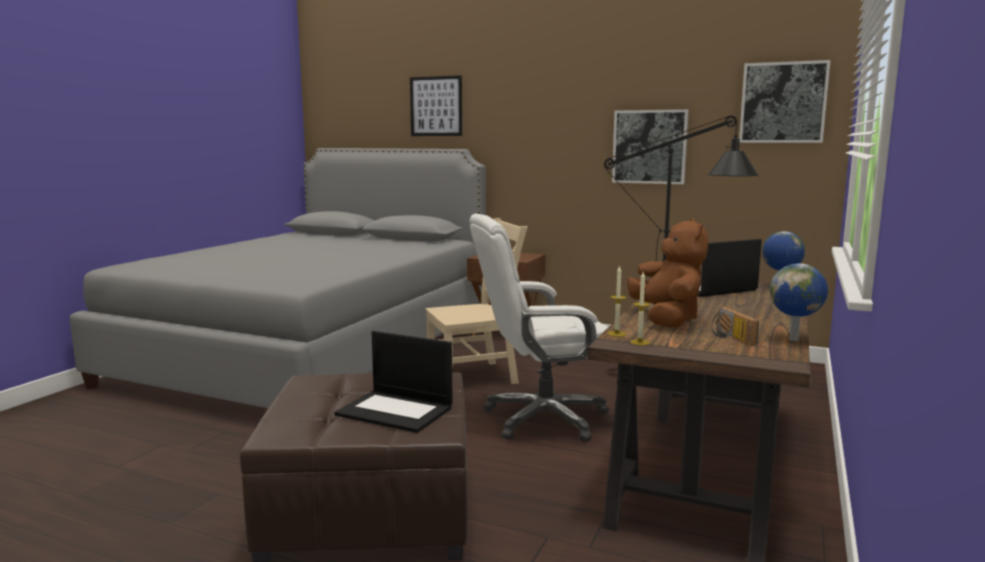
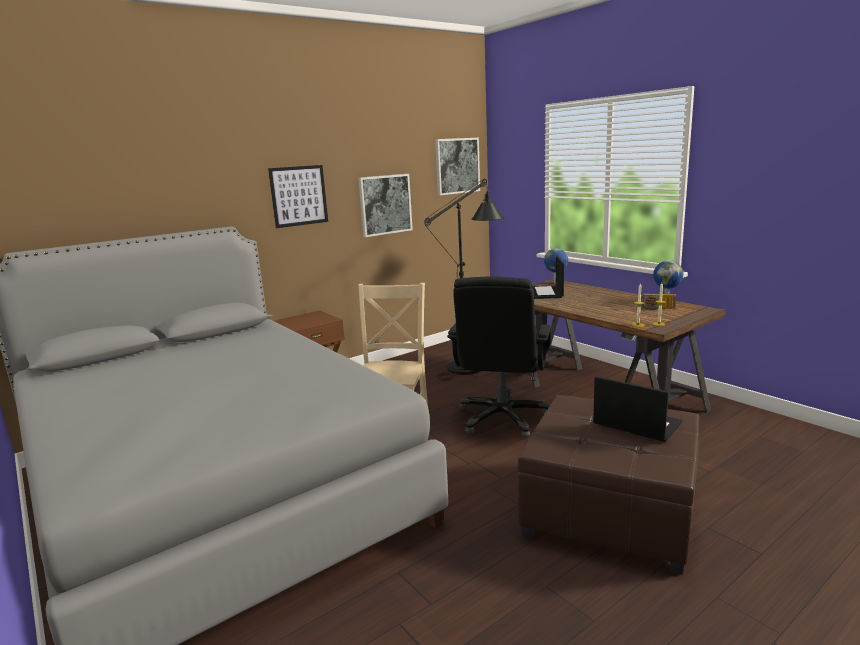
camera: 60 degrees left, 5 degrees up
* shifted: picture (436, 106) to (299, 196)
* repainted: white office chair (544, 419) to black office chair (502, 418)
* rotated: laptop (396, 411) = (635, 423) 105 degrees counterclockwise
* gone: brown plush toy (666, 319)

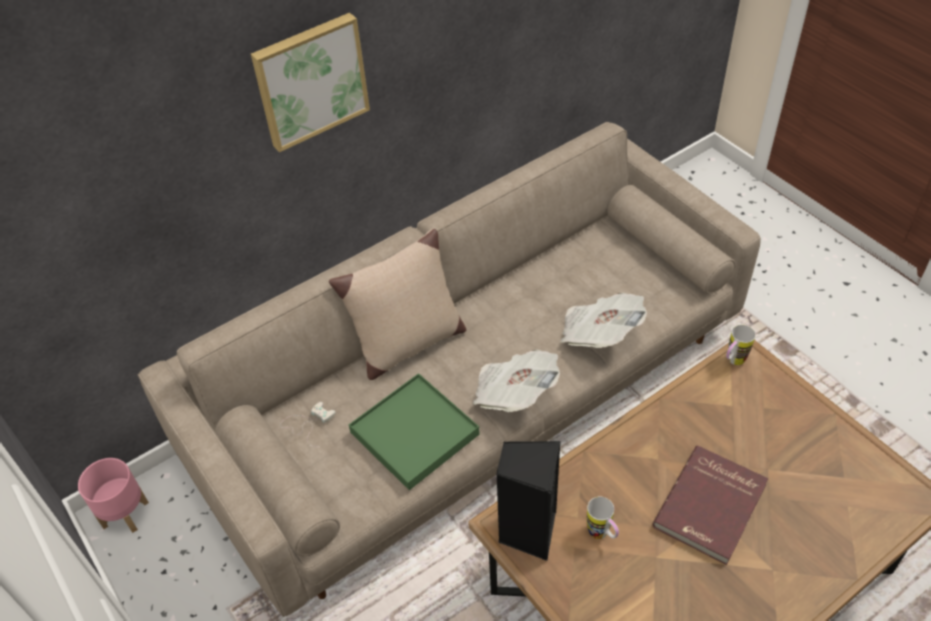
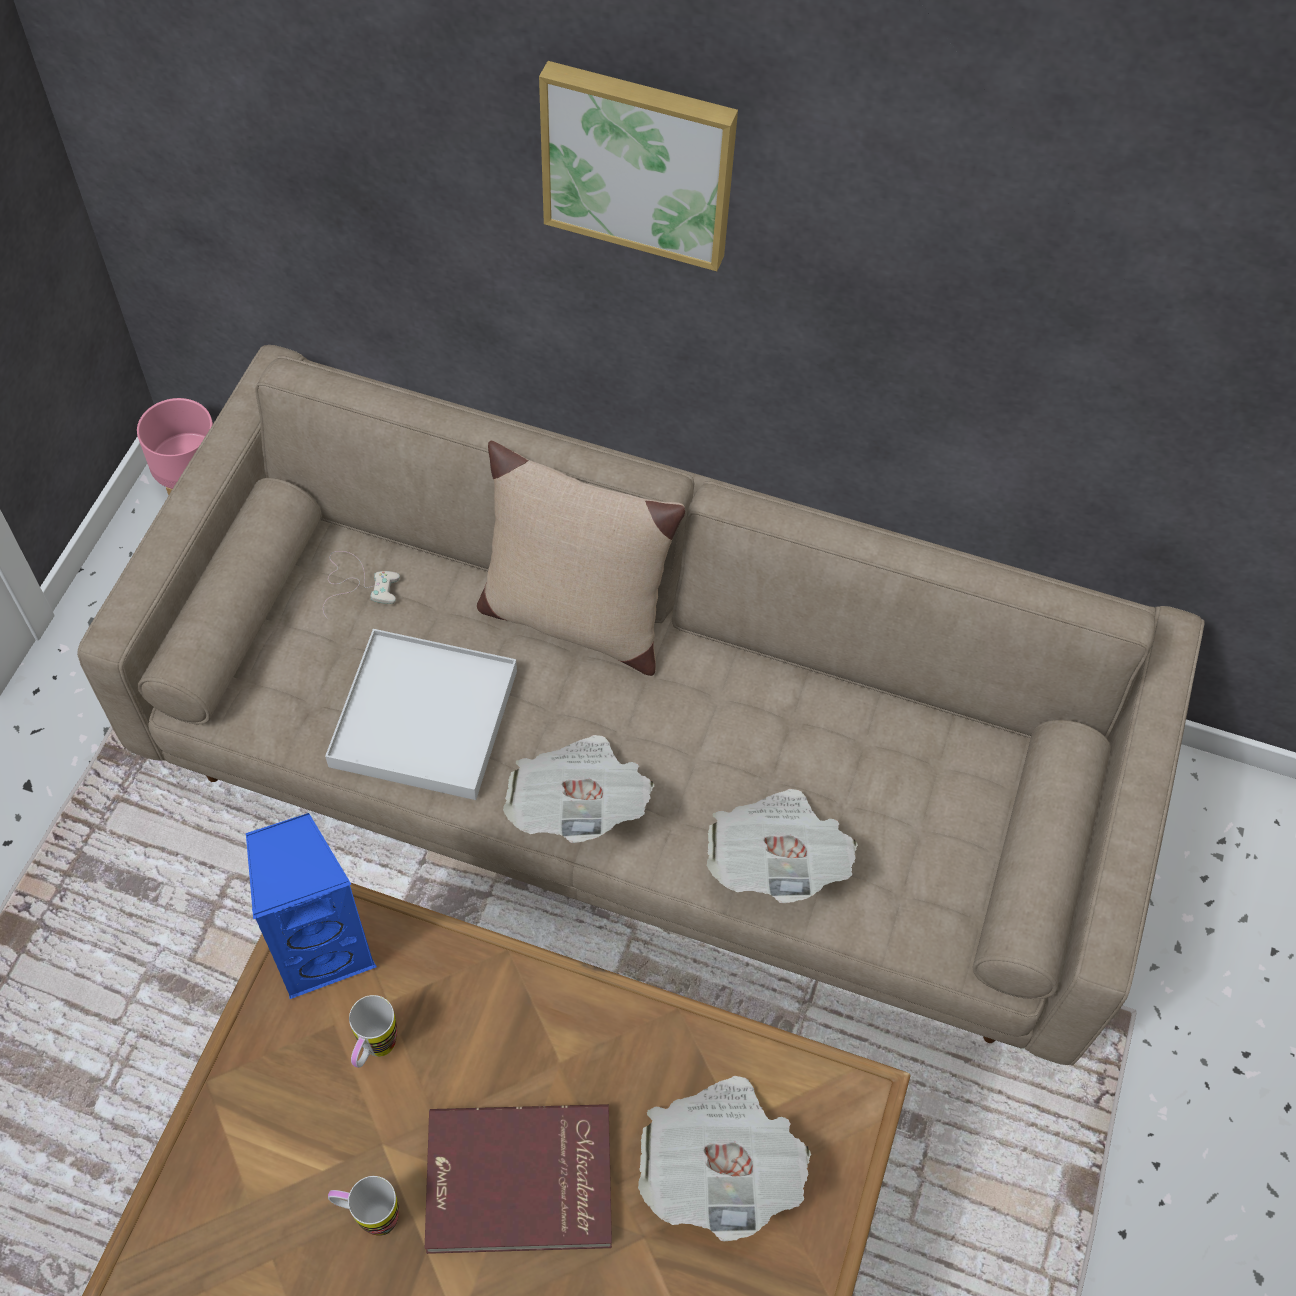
camera: 50 degrees right, 10 degrees up
* repainted: black speaker (527, 531) to blue speaker (323, 948)
* repainted: green tray (415, 433) to white tray (424, 719)
* shifted: mug (733, 362) to (369, 1216)
* new: newspaper (719, 1165)

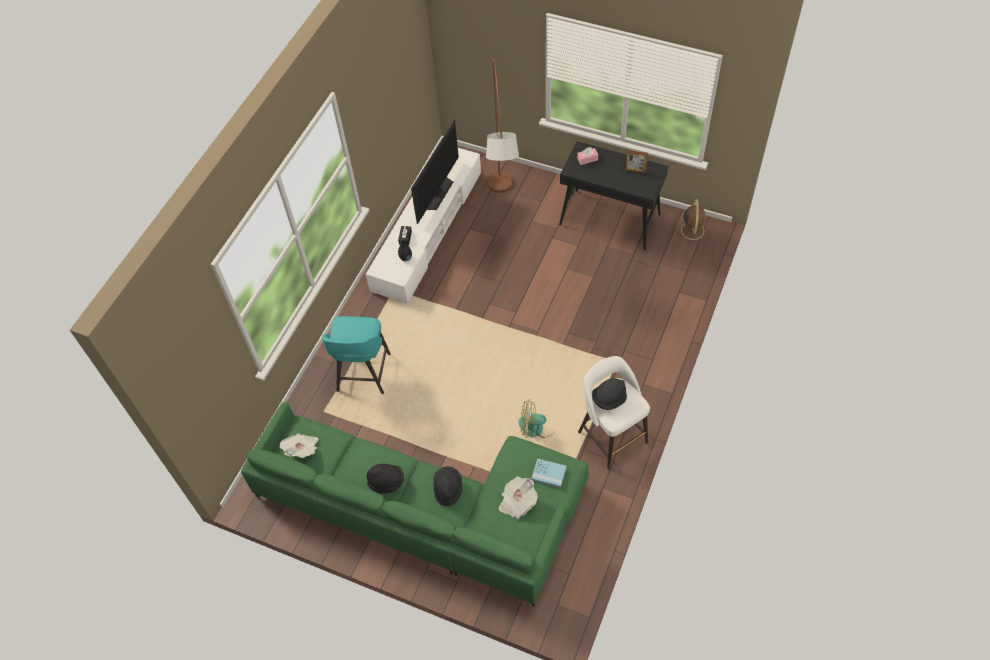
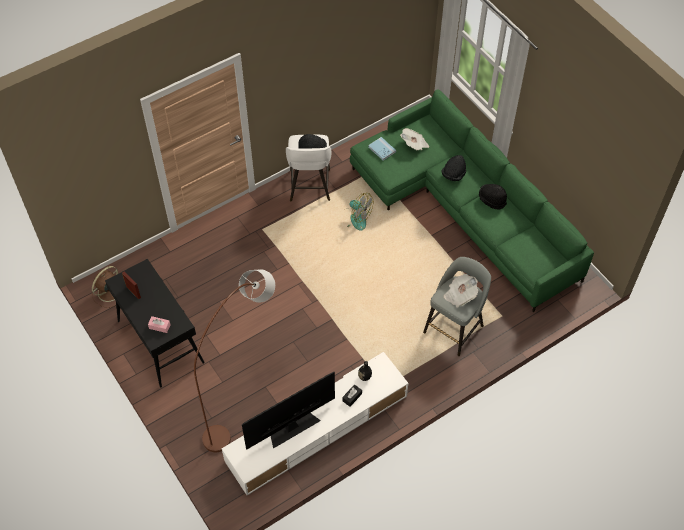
camera: 150 degrees left, 0 degrees up
* repainted: turquoise stool (363, 374) to grey stool (454, 328)
* shifted: newspaper (302, 449) to (460, 295)

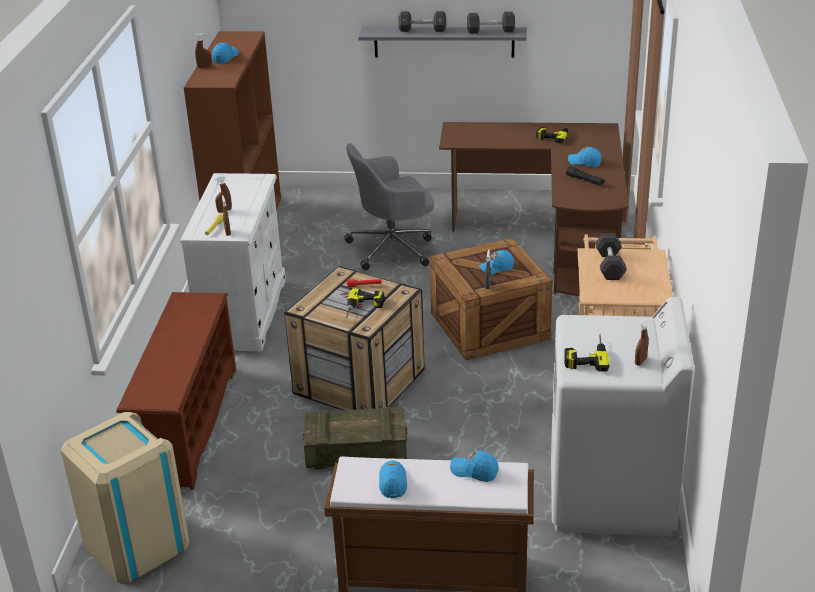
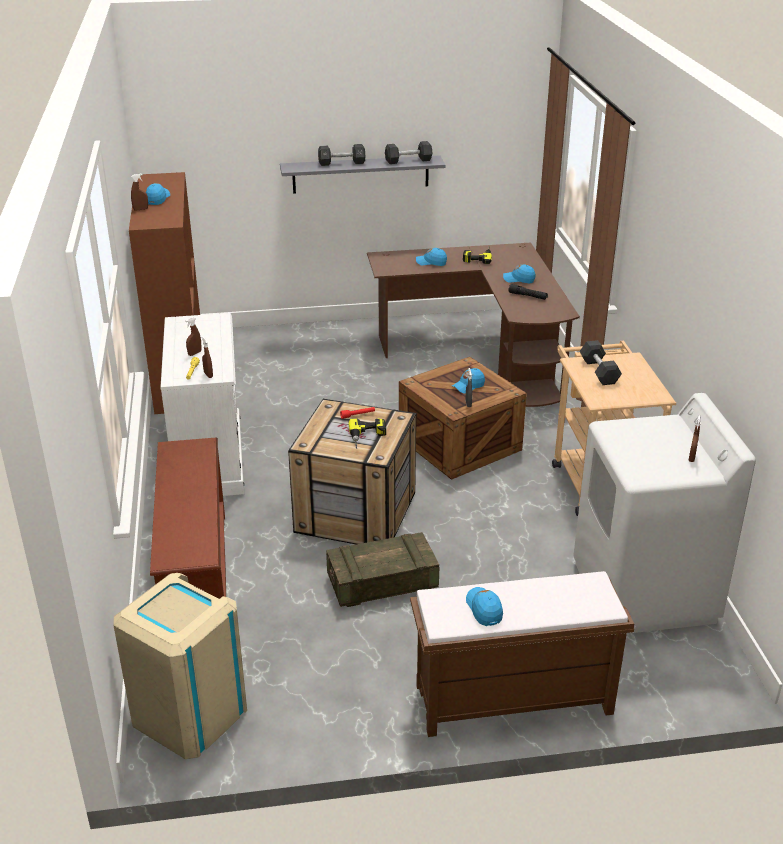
camera: 15 degrees left, 0 degrees up
* shifted: blue cap (474, 471) to (431, 262)
* gone: grey office chair (393, 248)
* gone: power drill (586, 355)

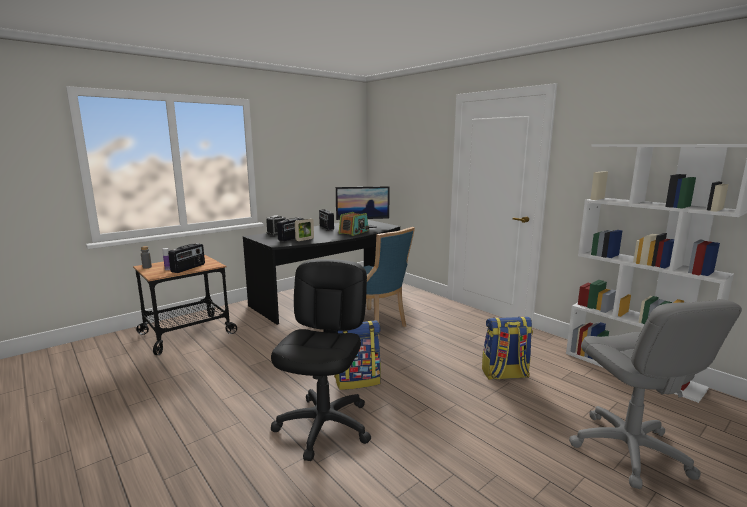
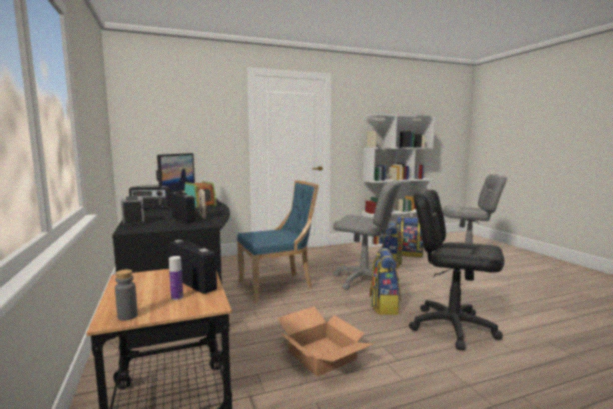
camera: 70 degrees left, 5 degrees down
* new: cardboard box (320, 355)
* new: grey office chair (364, 280)
* new: backpack (409, 254)

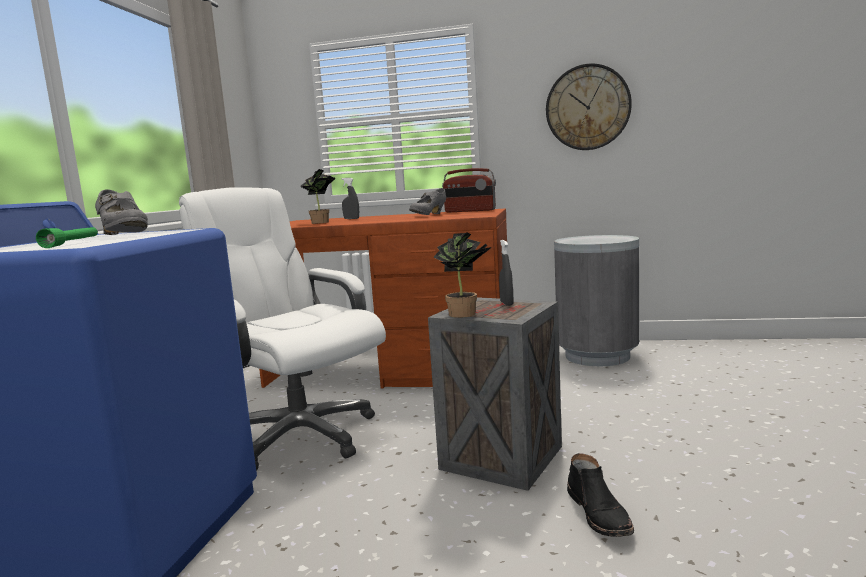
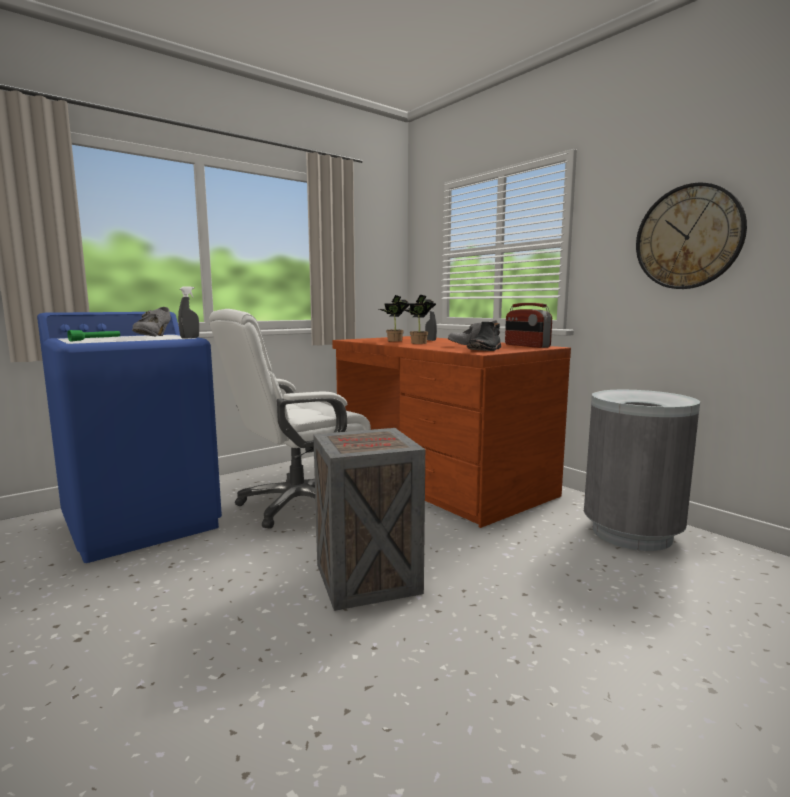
camera: 40 degrees right, 0 degrees up
* shifted: grey spray bottle (506, 303) to (190, 338)
* rotated: white office chair (299, 435) = (296, 504) 120 degrees counterclockwise
* shifted: potted plant (465, 314) to (419, 343)
* shifted: black boot (600, 514) to (485, 349)

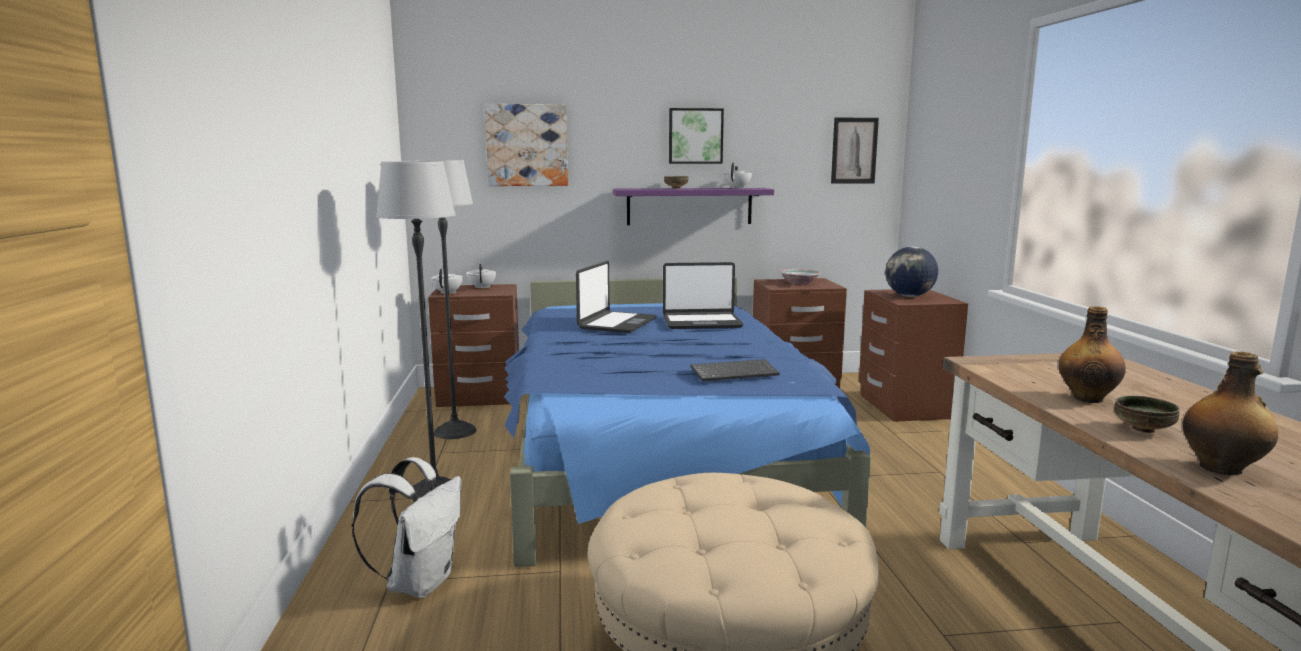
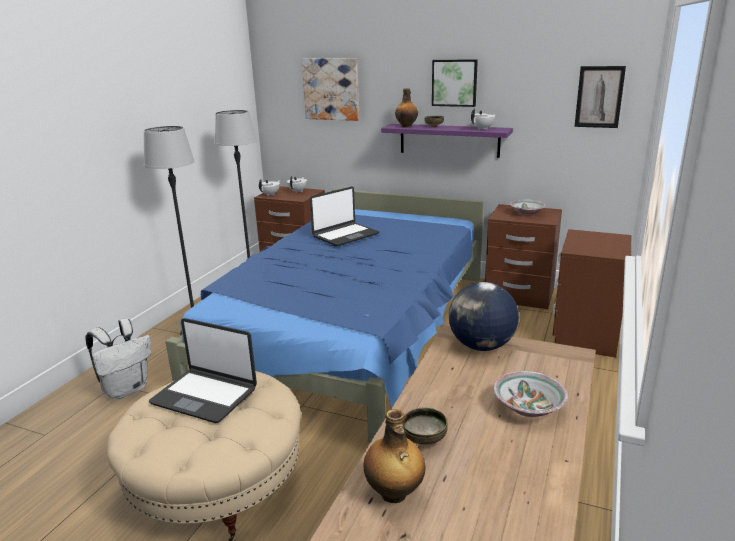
camera: 30 degrees right, 10 degrees up
* shifted: laptop (701, 322) to (205, 395)
* shifted: bottle (1088, 398) to (406, 126)
* shifted: globe (909, 296) to (481, 346)
* new: bowl (528, 408)
* gone: keyboard (735, 372)

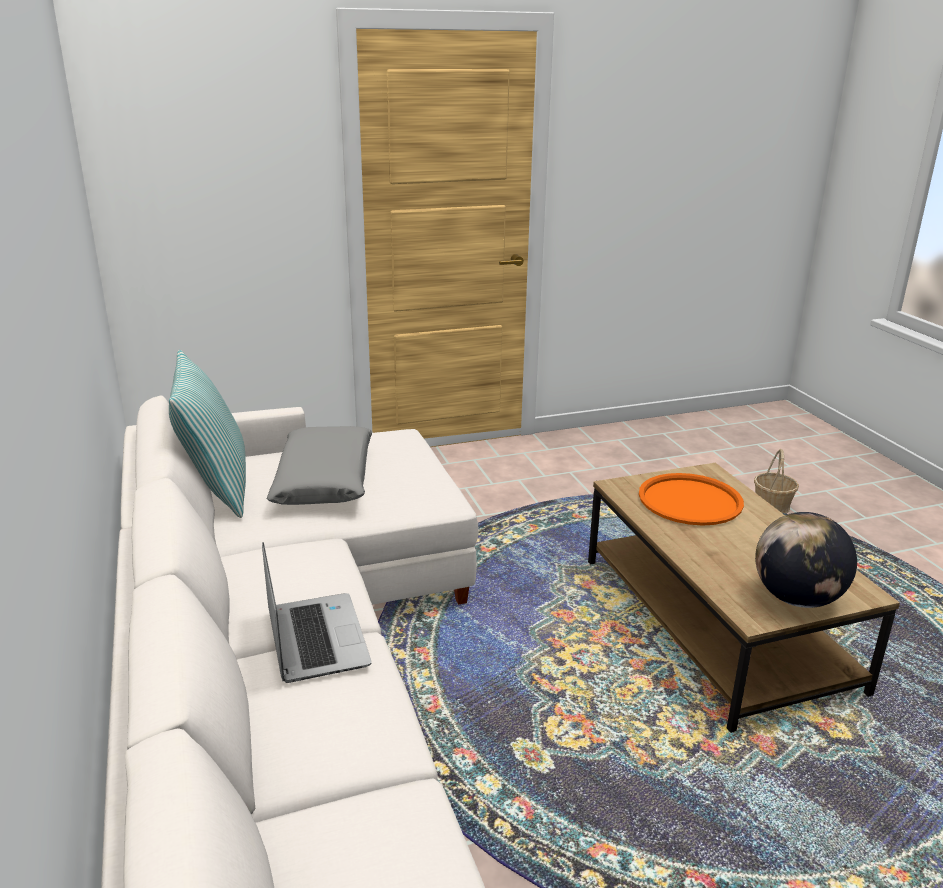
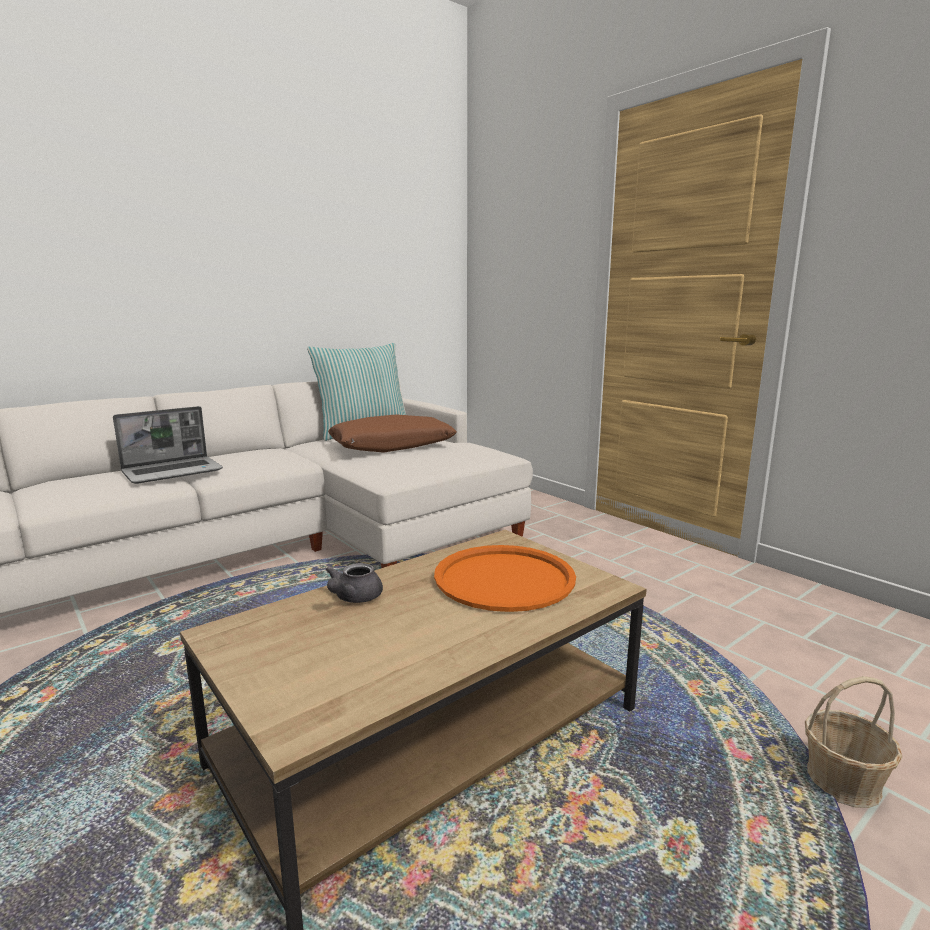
camera: 70 degrees right, 10 degrees down
* new: grey teapot (353, 598)
* repainted: grey pillow (325, 479) to brown pillow (392, 446)
* gone: globe (796, 598)

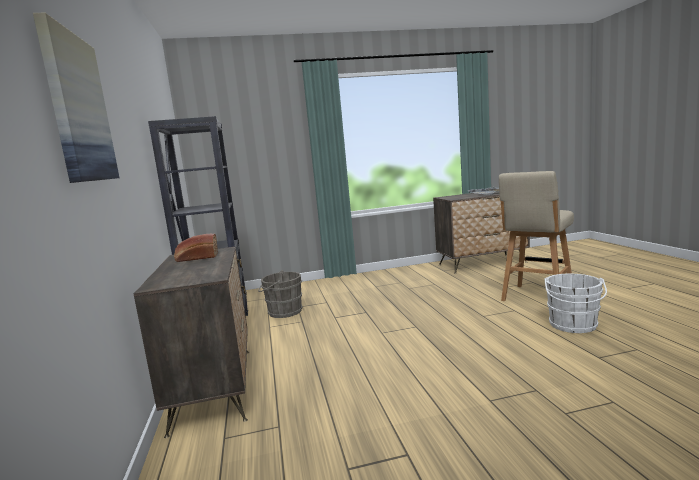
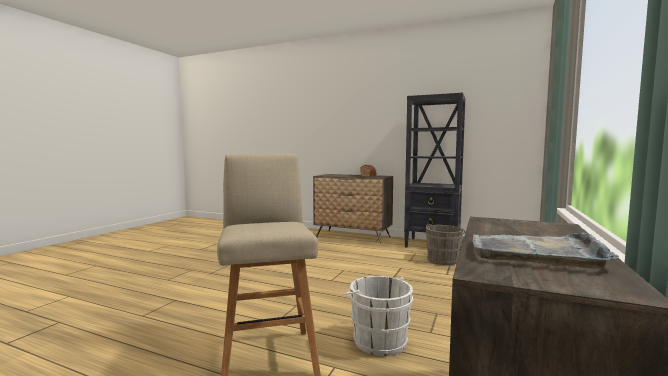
camera: 125 degrees right, 5 degrees down
* shifted: white bucket (573, 326) to (377, 339)
* gone: picture (78, 109)

